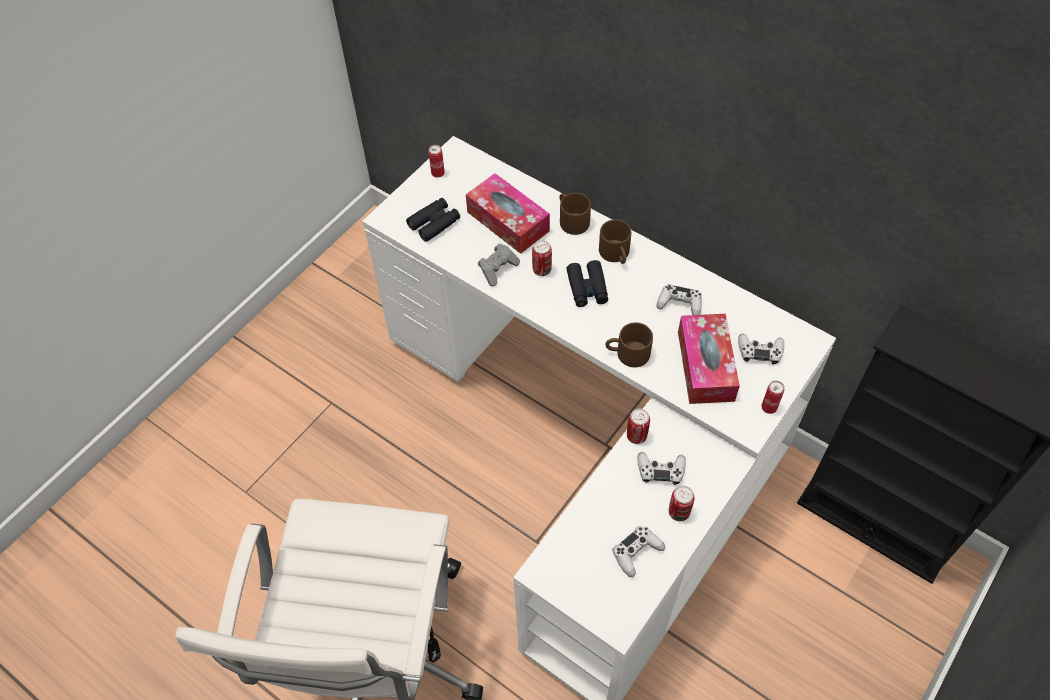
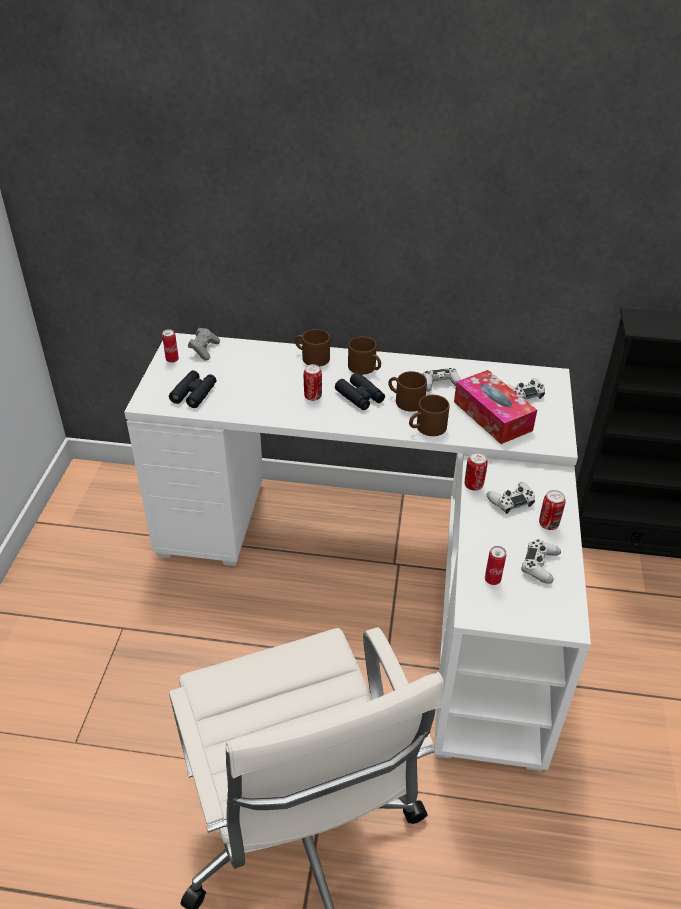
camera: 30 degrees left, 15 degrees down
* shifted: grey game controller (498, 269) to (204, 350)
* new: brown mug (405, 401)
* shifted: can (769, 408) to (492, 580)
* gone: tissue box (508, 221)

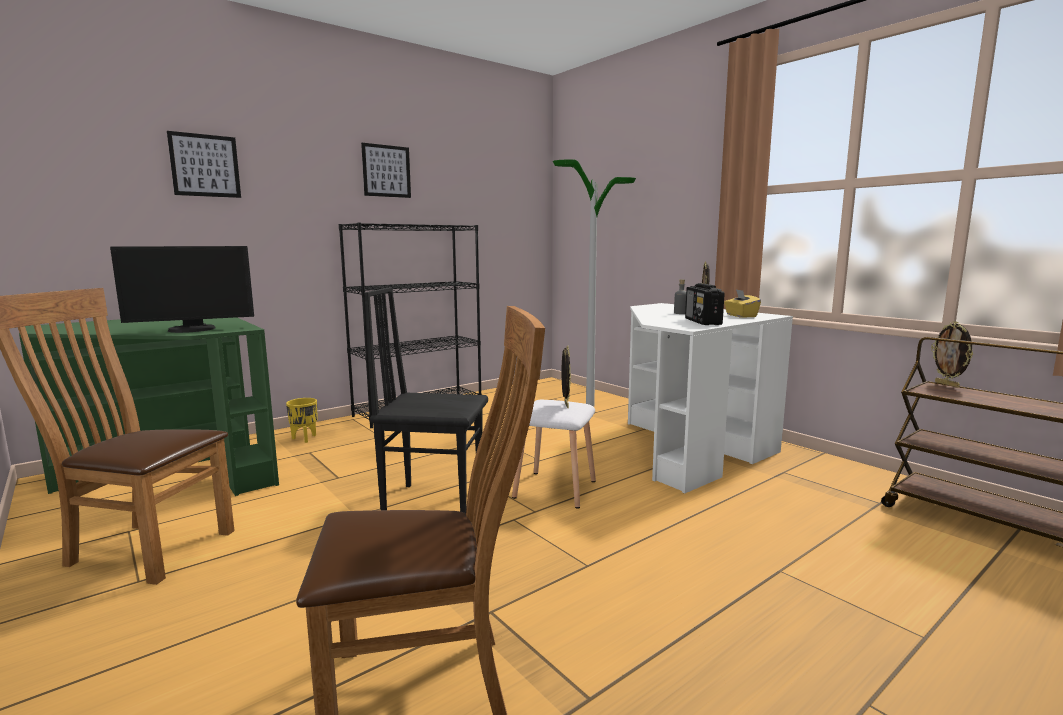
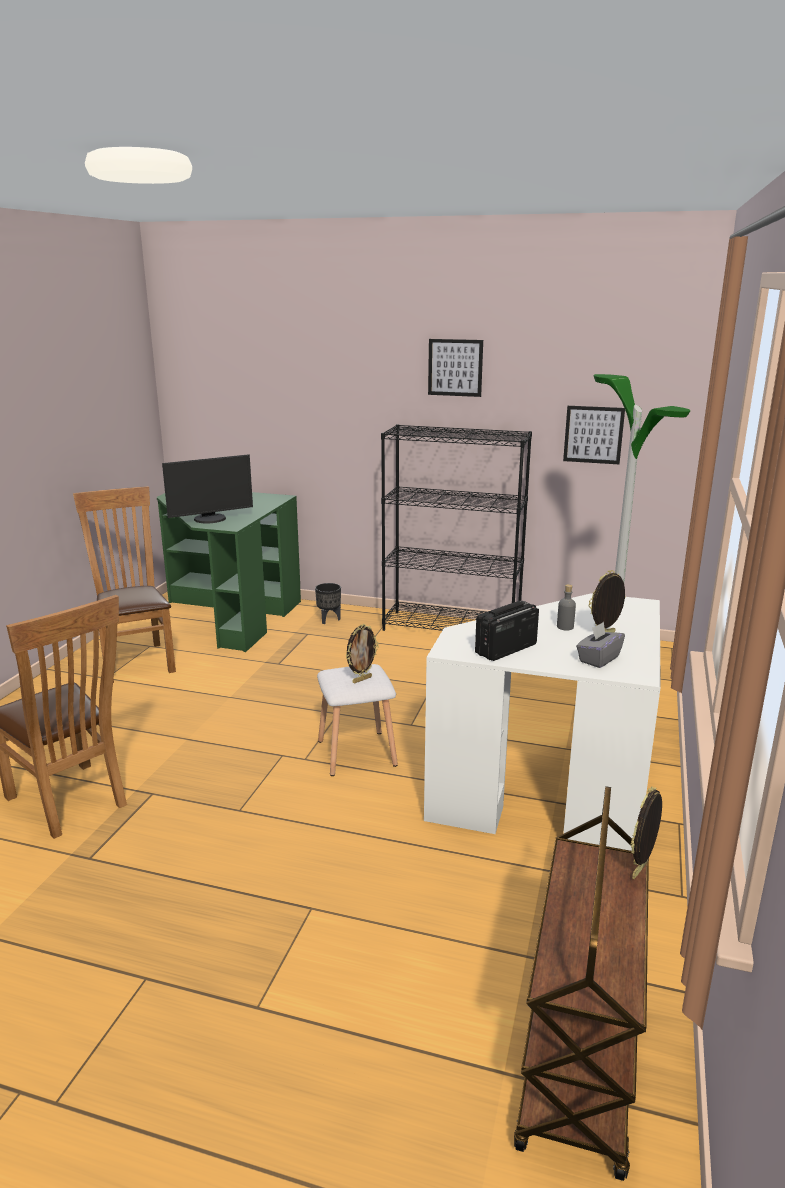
camera: 55 degrees right, 10 degrees up
* rotated: monitor (192, 330) = (210, 519) 60 degrees counterclockwise
* repainted: yellow planter (304, 439) to black planter (328, 620)
* shifted: picture (205, 165) to (593, 434)
* repainted: yellow tissue box (740, 316) to grey tissue box (598, 659)
* gone: black chair (433, 501)

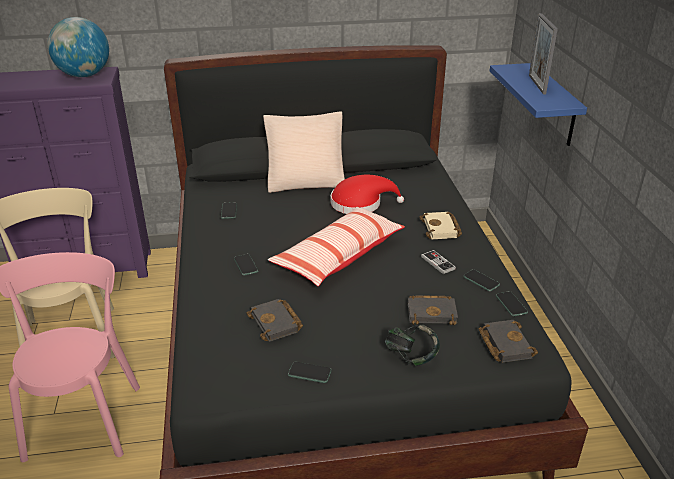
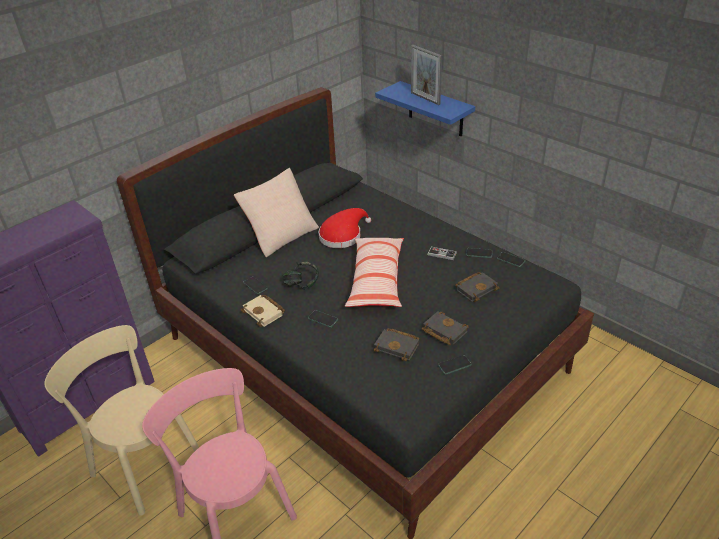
camera: 35 degrees left, 5 degrees up
* shifted: beige book (442, 229) to (265, 313)
* shifted: headphones (411, 356) to (302, 284)
* shifted: black book (504, 344) to (443, 331)
* gone: globe (84, 75)

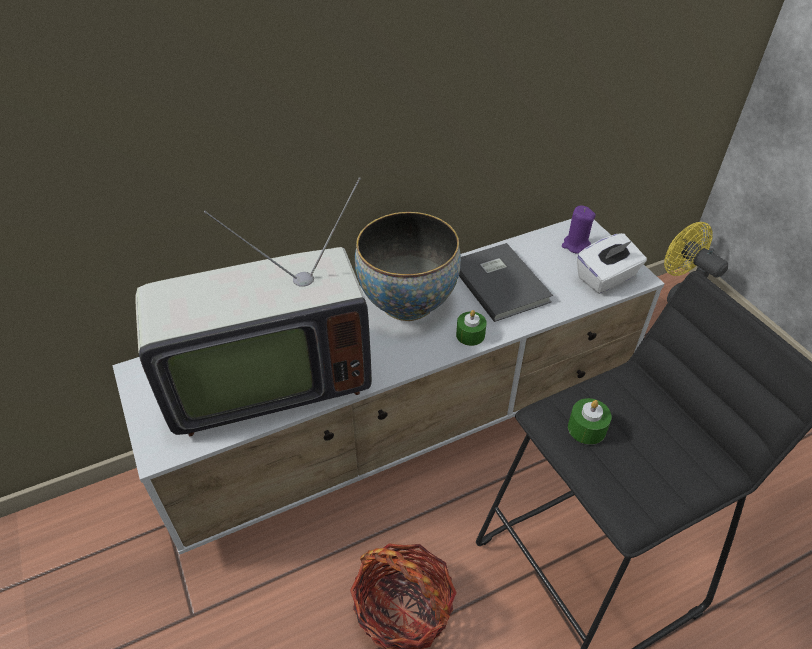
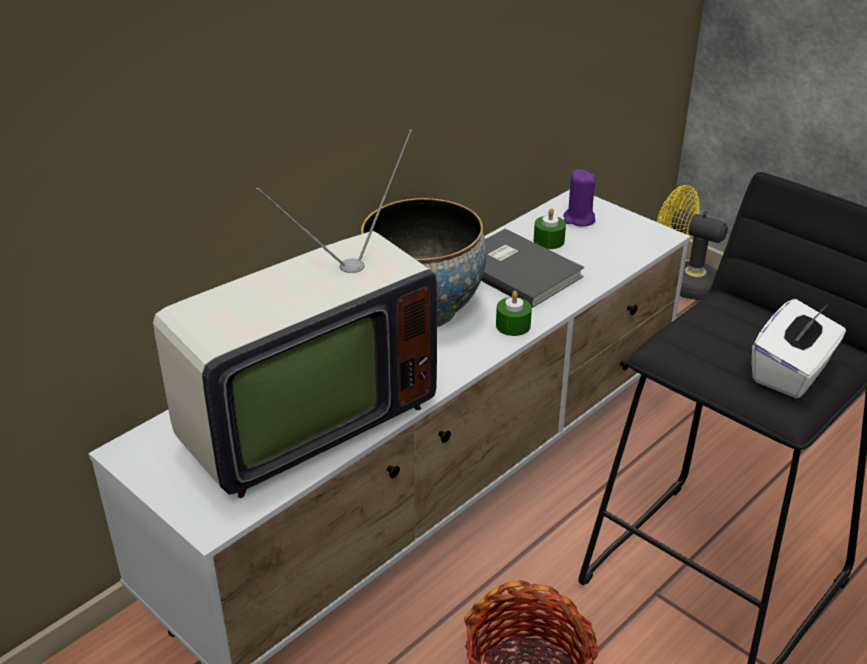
camera: 20 degrees left, 10 degrees down
* shifted: green candle (586, 428) to (549, 241)
* shifted: white tissue box (606, 278) to (792, 372)

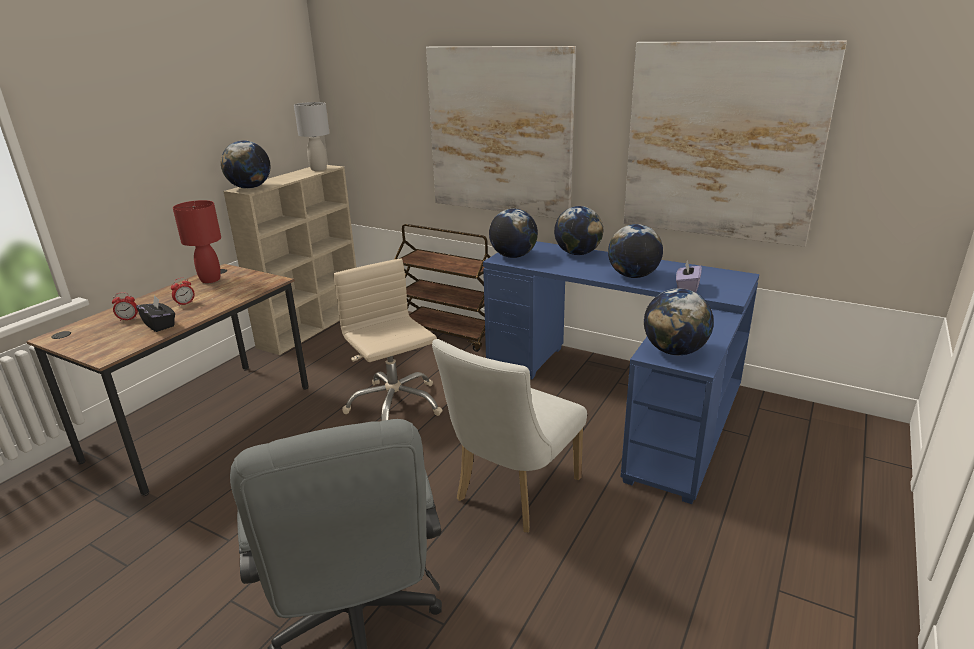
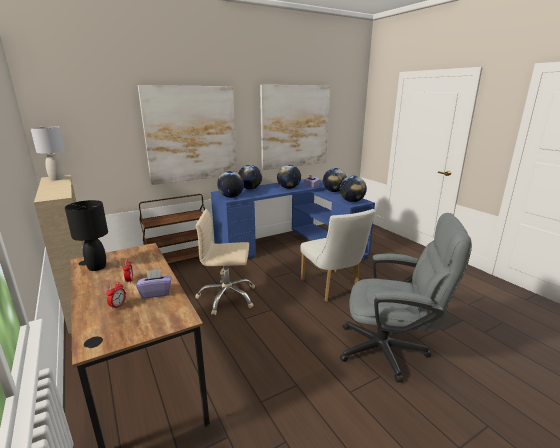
camera: 60 degrees left, 5 degrees down
* repainted: red table lamp (210, 280) to black table lamp (96, 267)
* repainted: black tissue box (160, 325) to purple tissue box (156, 293)
* shifted: globe (250, 188) to (334, 191)

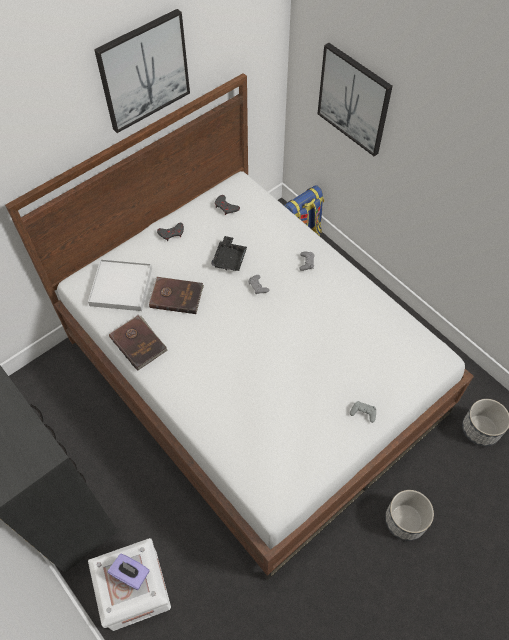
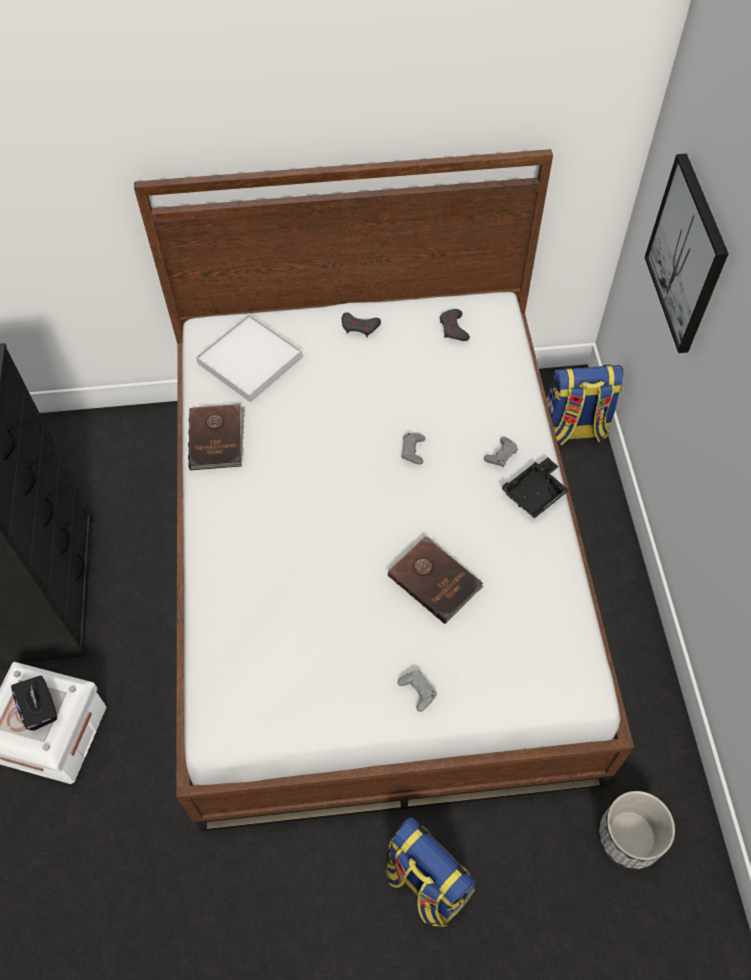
camera: 35 degrees right, 0 degrees up
* repainted: purple tissue box (131, 574) to black tissue box (40, 708)
* swapped: planter (405, 521) to backpack (426, 882)
* shifted: brown book (176, 296) to (435, 580)
* shifted: black tray (229, 259) to (535, 493)
* gone: picture (144, 71)

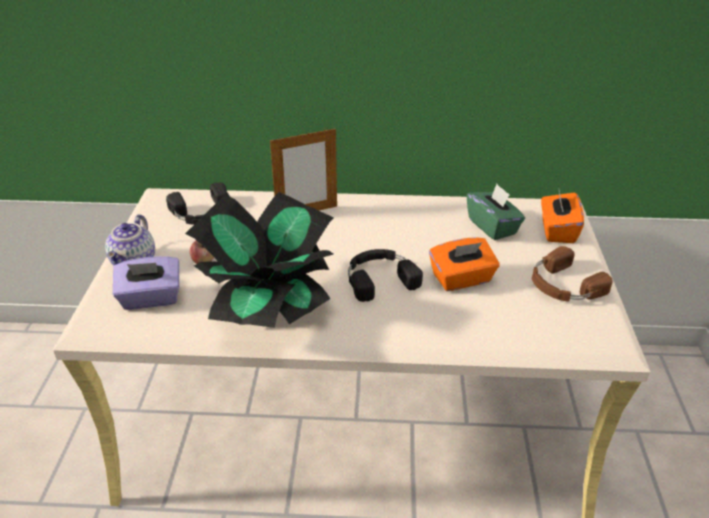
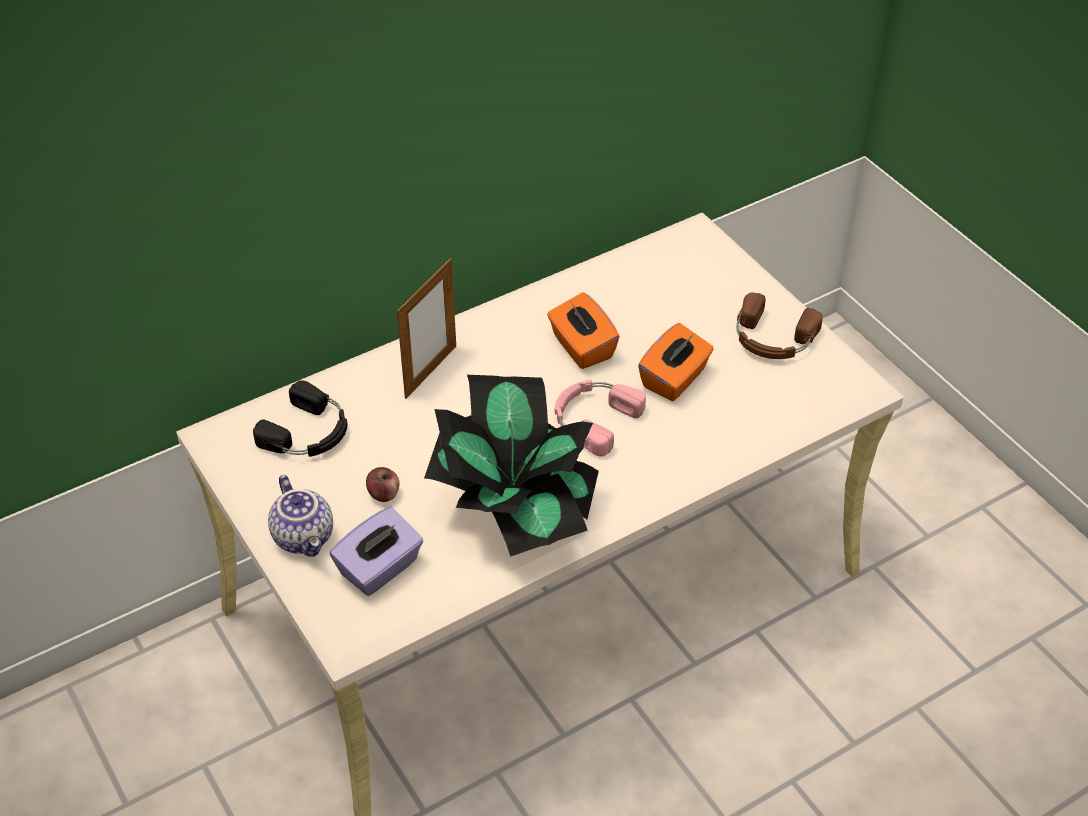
camera: 35 degrees left, 10 degrees up
* shifted: orange tissue box (557, 230) to (581, 347)
* repainted: black headphones (379, 278) to pink headphones (593, 419)
* gone: green tissue box (492, 226)

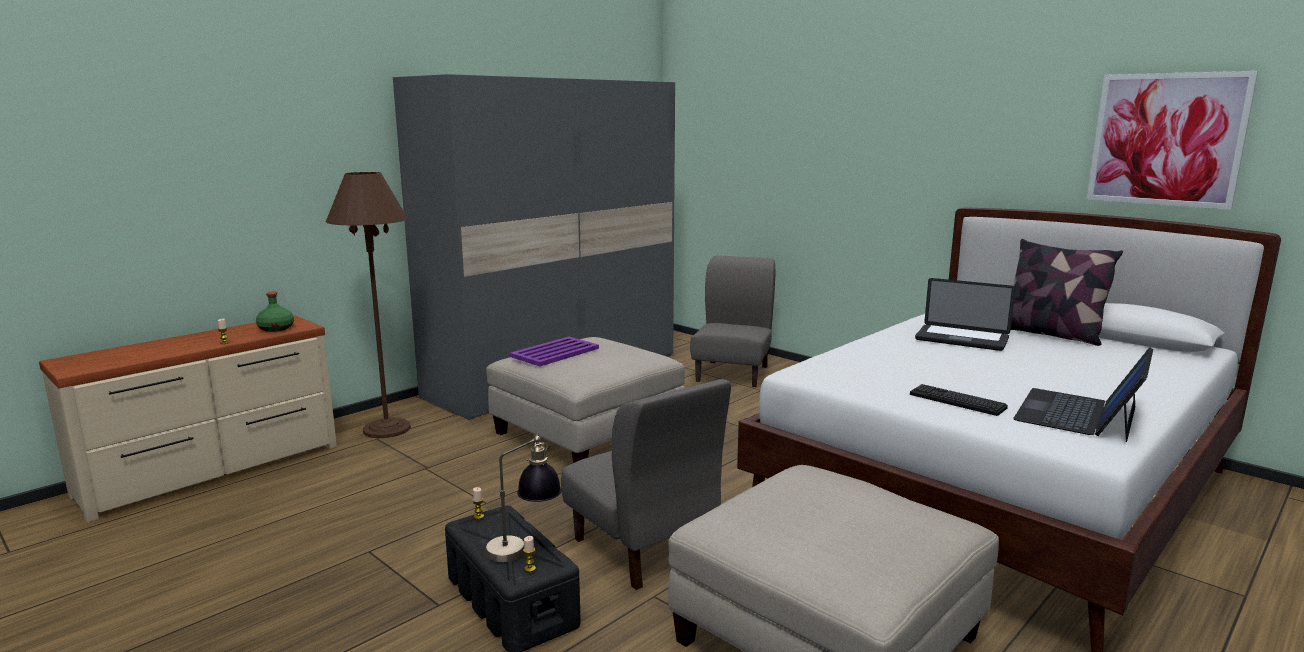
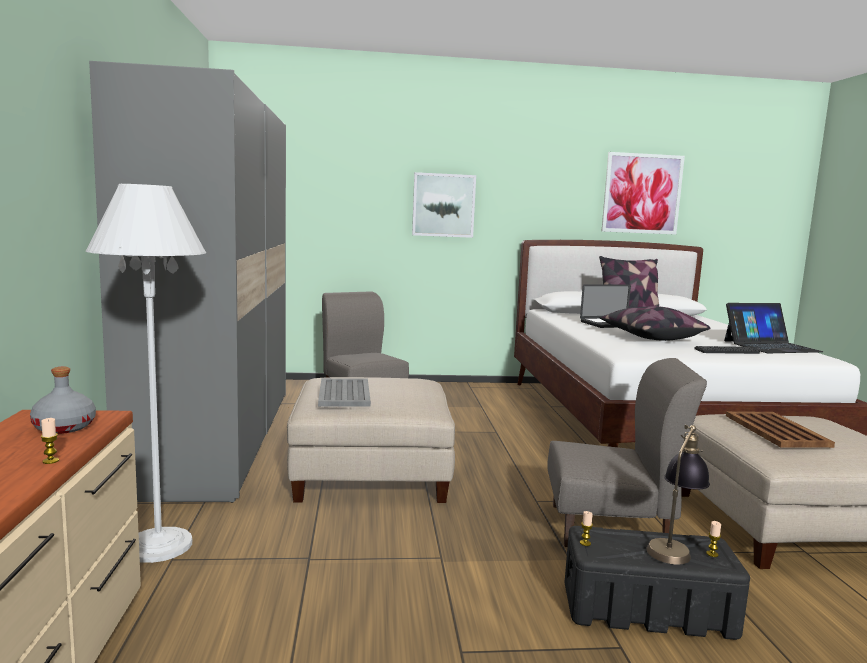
camera: 50 degrees left, 5 degrees down
* repainted: green bottle (276, 328) to grey bottle (65, 427)
* repainted: brown floor lamp (387, 429) to white floor lamp (158, 545)
* repainted: purple tray (556, 352) to grey tray (344, 393)
* new: picture (443, 205)
* new: pillow (650, 337)
* rotated: laptop (1079, 414) = (770, 346) 90 degrees counterclockwise
* new: brown tray (775, 430)

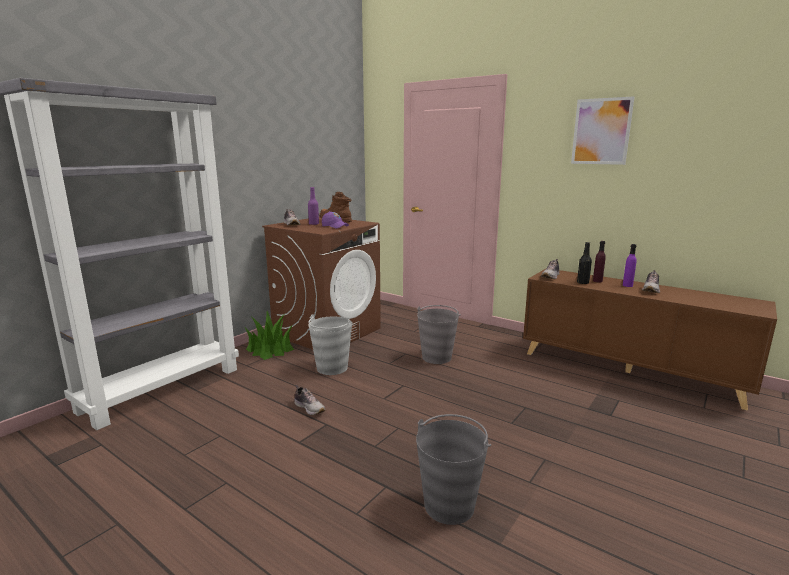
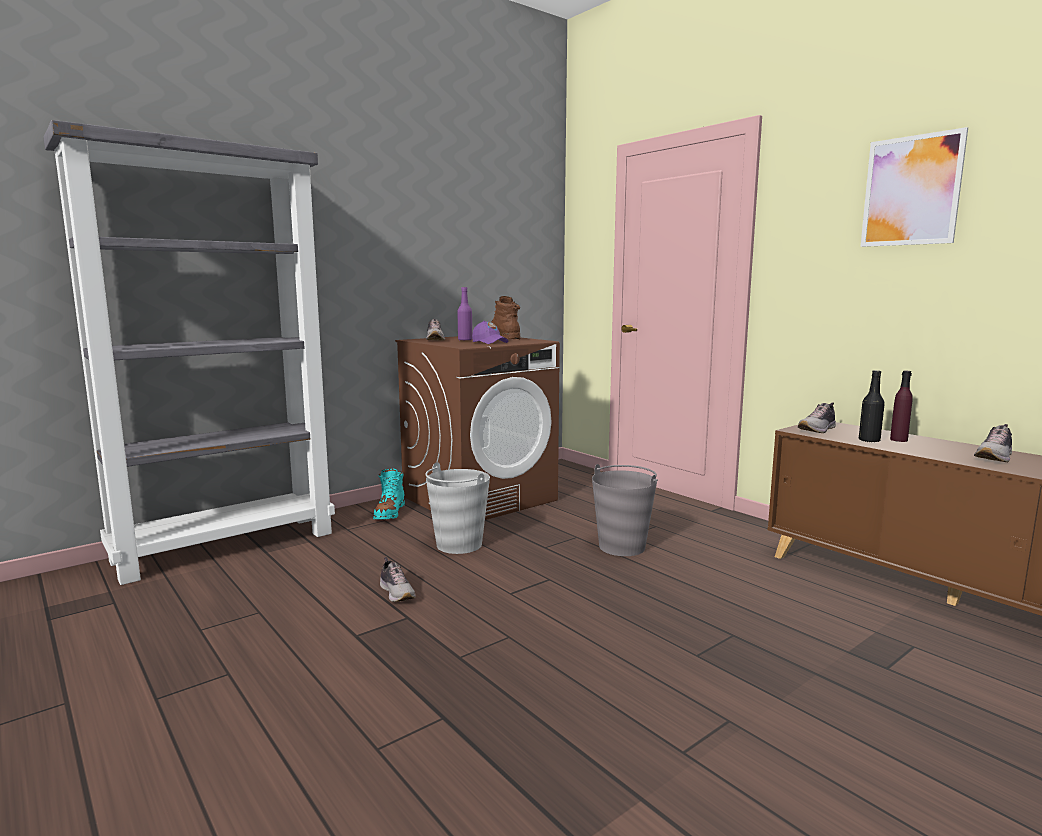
camera: 15 degrees right, 5 degrees down
* swapped: potted plant (270, 349) to turquoise boot (389, 513)
* gone: grey bucket (449, 505)
* gone: purple bottle (627, 285)

